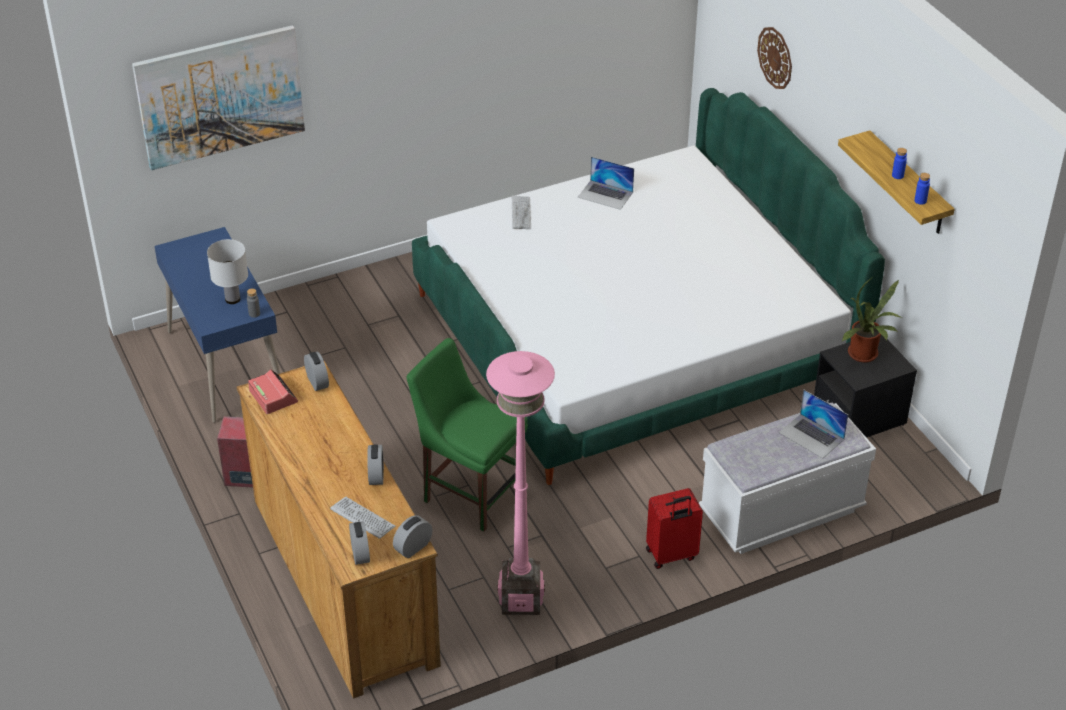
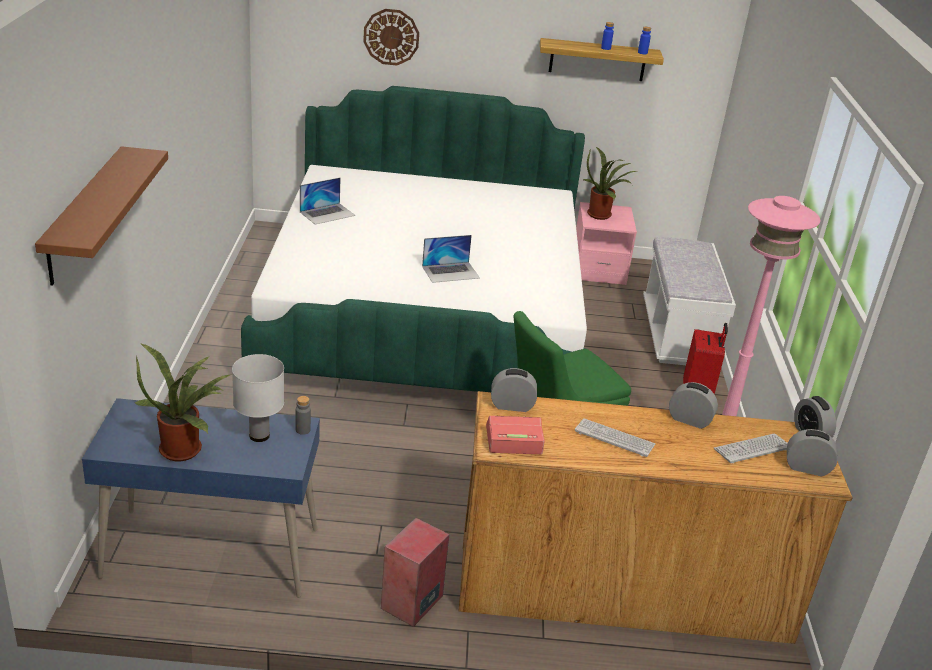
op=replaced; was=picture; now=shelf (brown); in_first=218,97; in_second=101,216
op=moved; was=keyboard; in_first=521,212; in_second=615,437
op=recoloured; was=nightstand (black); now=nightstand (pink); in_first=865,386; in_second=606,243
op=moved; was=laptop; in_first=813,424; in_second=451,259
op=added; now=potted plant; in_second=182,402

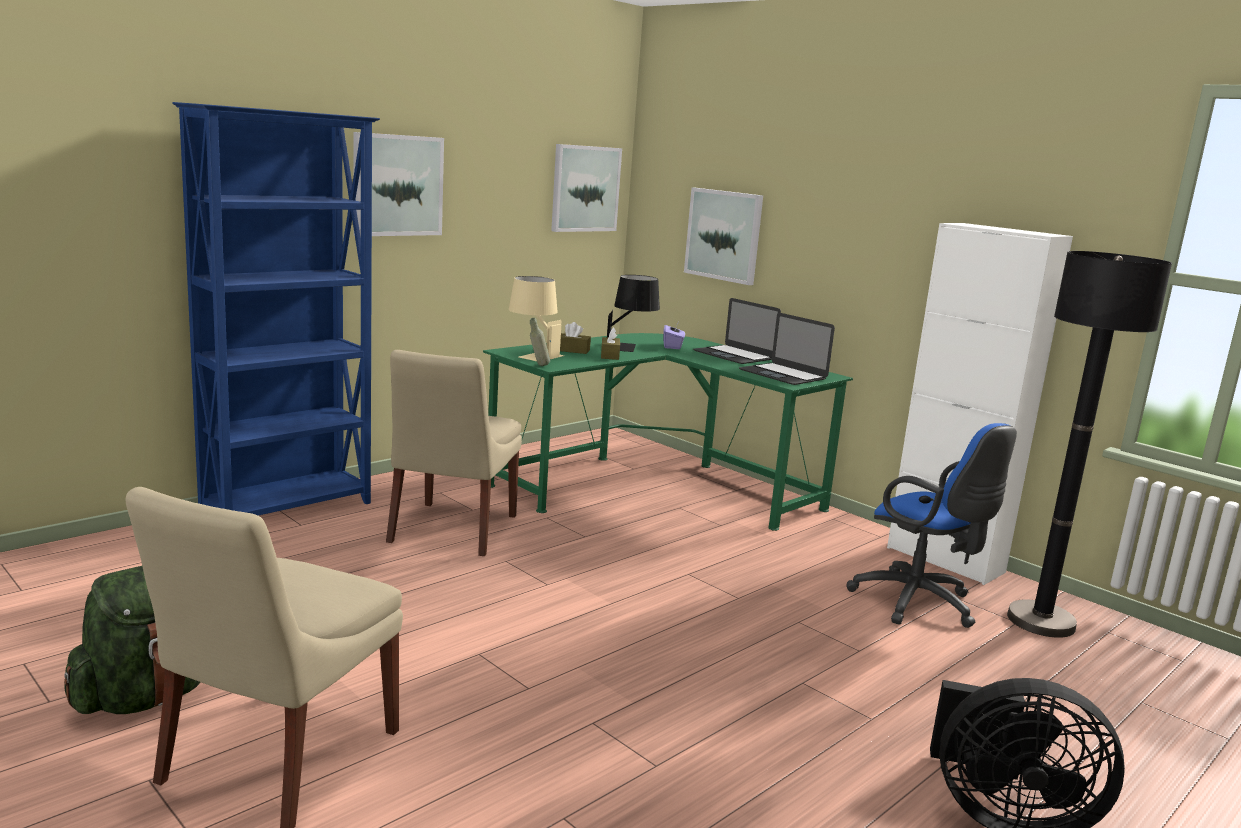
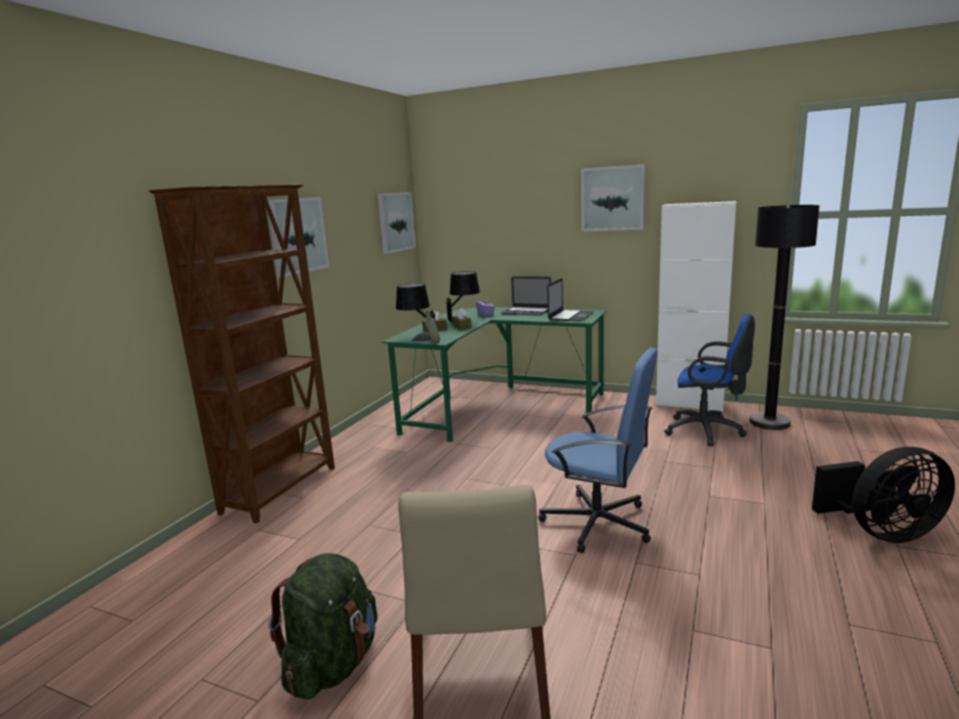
op=recoloured; was=bookcase (blue); now=bookcase (brown); in_first=276,309; in_second=242,354
op=moved; was=picture; in_first=723,236; in_second=613,197
op=recoloured; was=table lamp (beige); now=table lamp (black); in_first=536,318; in_second=415,312
op=turned; was=laptop; in_first=787,349; in_second=570,299; clockwise=-90
op=removed; was=chair (beige); in_first=454,453
op=added; now=office chair (blue); in_second=598,450

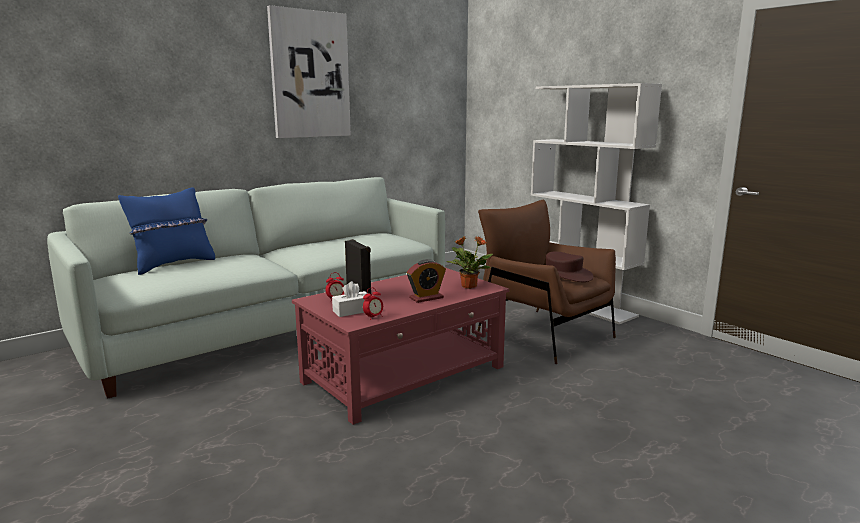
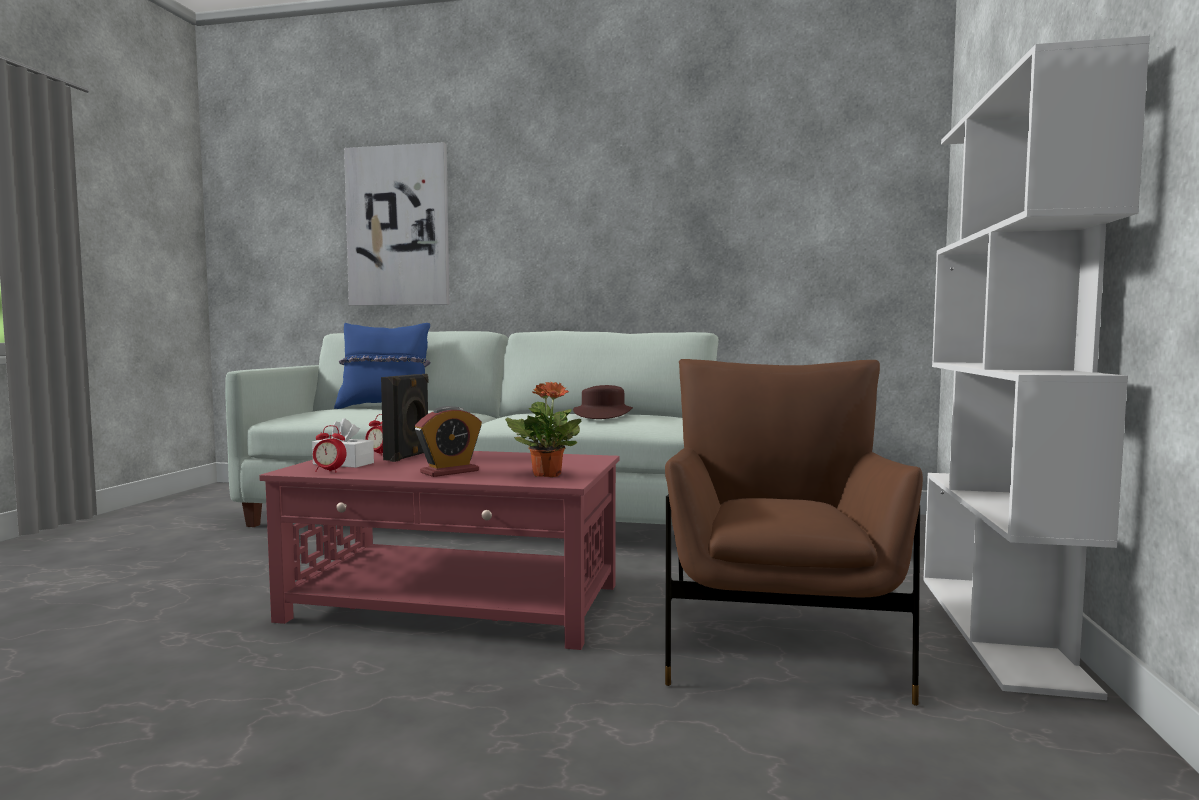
op=moved; was=picture; in_first=309,71; in_second=397,224
op=moved; was=hat (brown); in_first=570,266; in_second=603,402
op=turned; was=alarm clock; in_first=426,281; in_second=448,441; clockwise=-60

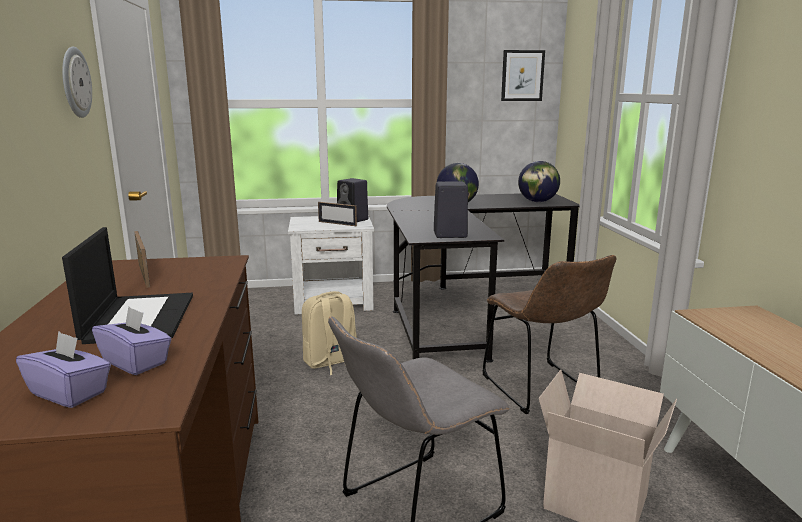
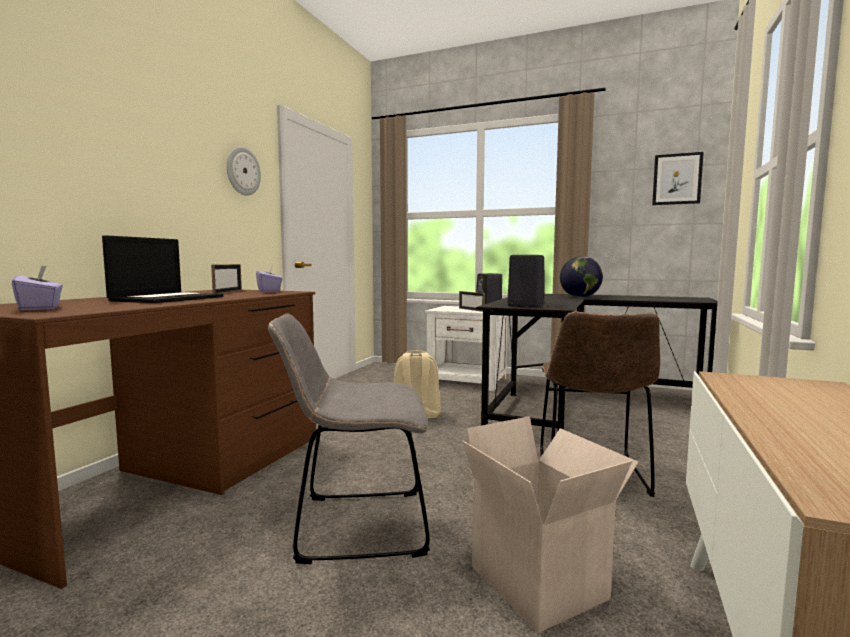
op=removed; was=globe; in_first=539,181
op=moved; was=tissue box (purple); in_first=132,341; in_second=269,278

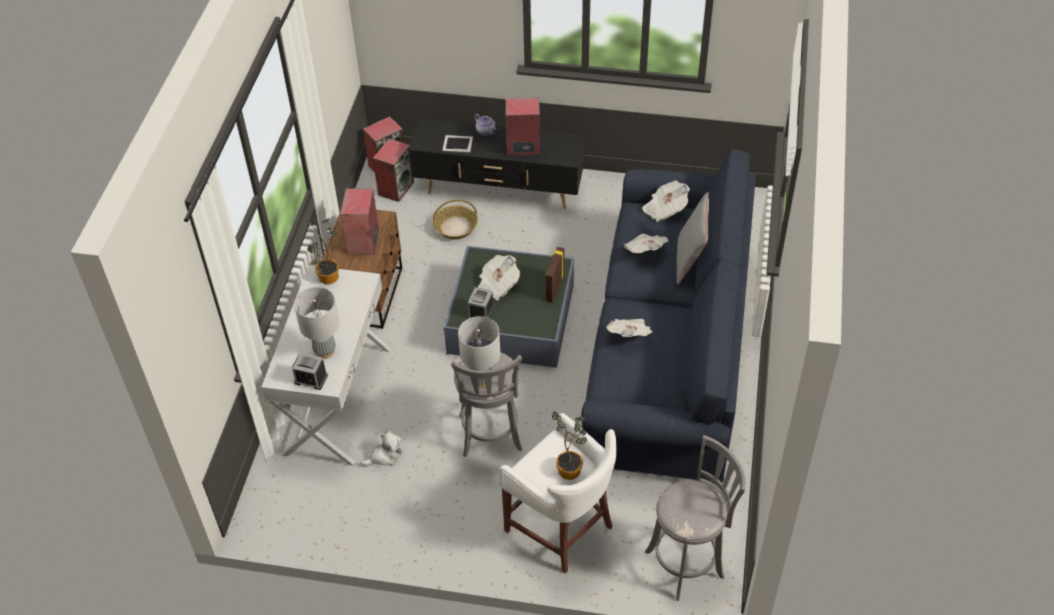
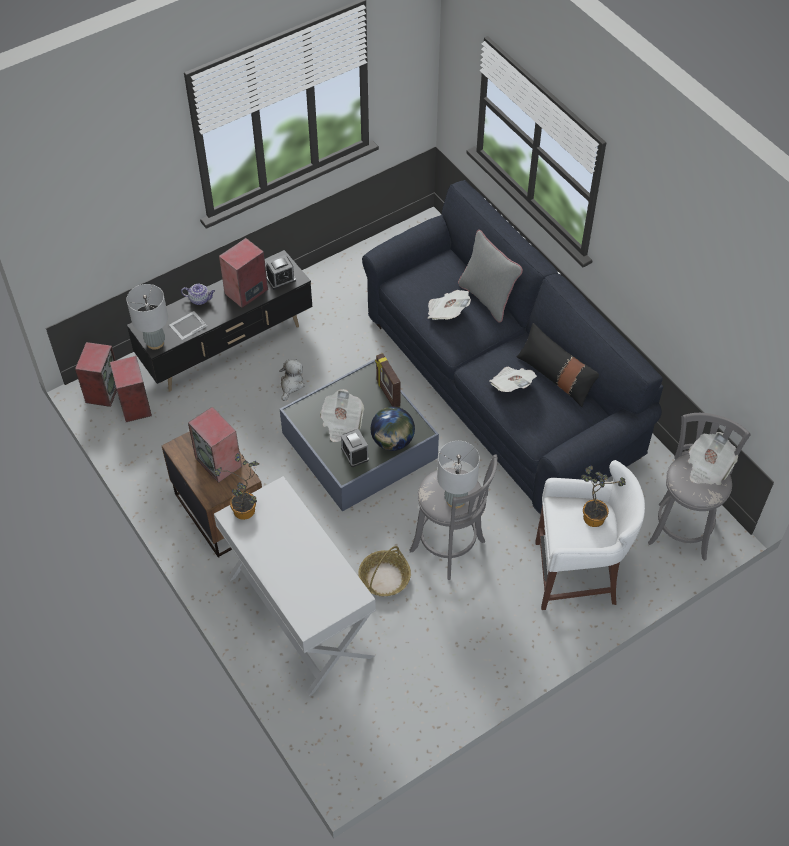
op=moved; was=newspaper; in_first=666,201; in_second=713,458
op=moved; was=basket; in_first=455,219; in_second=384,571
op=moved; was=table lamp (grey); in_first=317,323; in_second=147,317
op=moved; was=alarm clock; in_first=310,371; in_second=281,272
op=moved; was=plush toy; in_first=381,448; in_second=292,380
op=added; now=pillow (black); in_second=558,365
op=added; now=globe; in_second=393,428

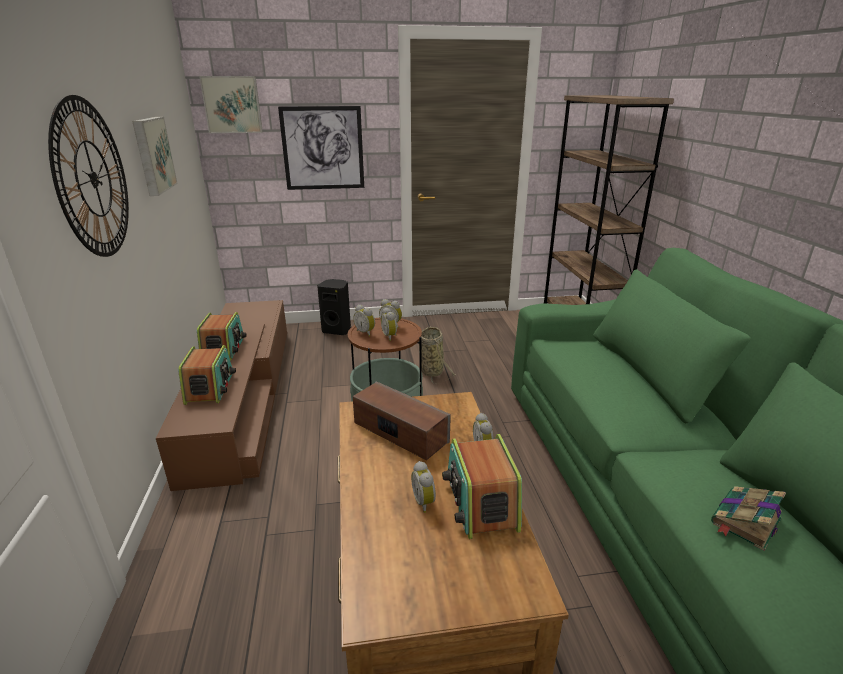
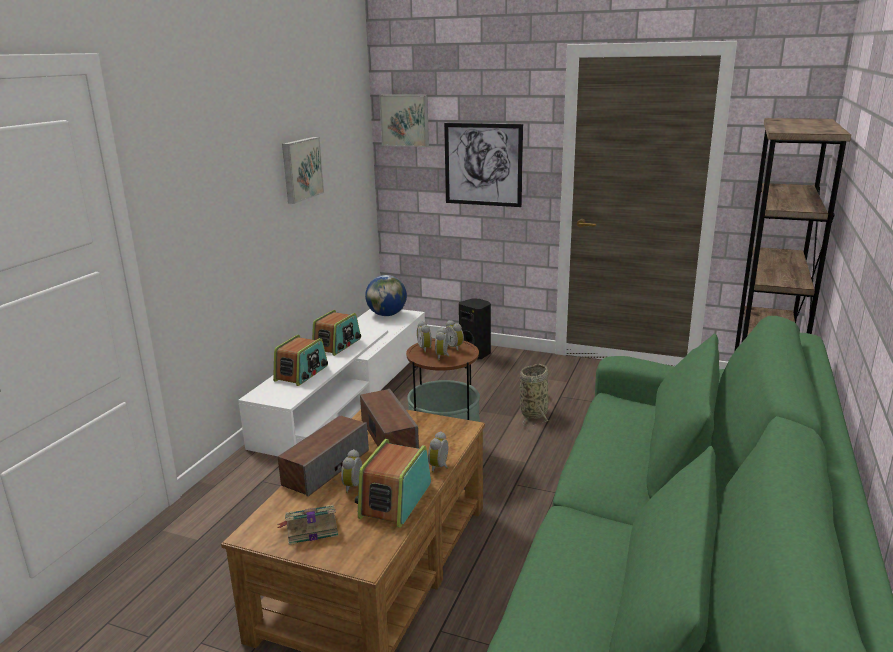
op=removed; was=wall clock; in_first=88,176
op=recoloured; was=tv stand (brown); now=tv stand (white); in_first=221,395; in_second=331,382
op=moved; was=book; in_first=748,518; in_second=308,525
op=added; now=globe; in_second=386,295
op=added; now=speaker; in_second=323,456

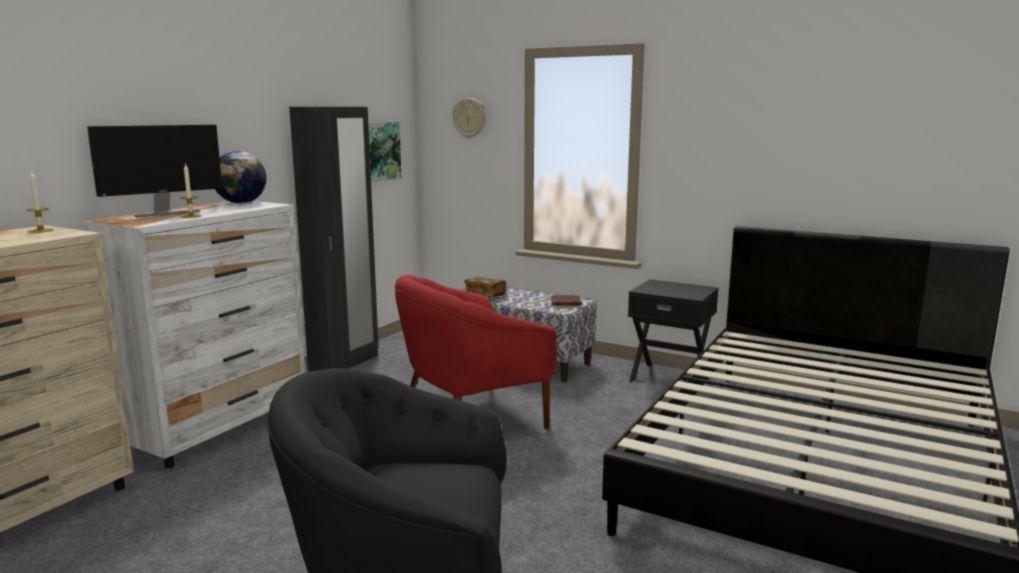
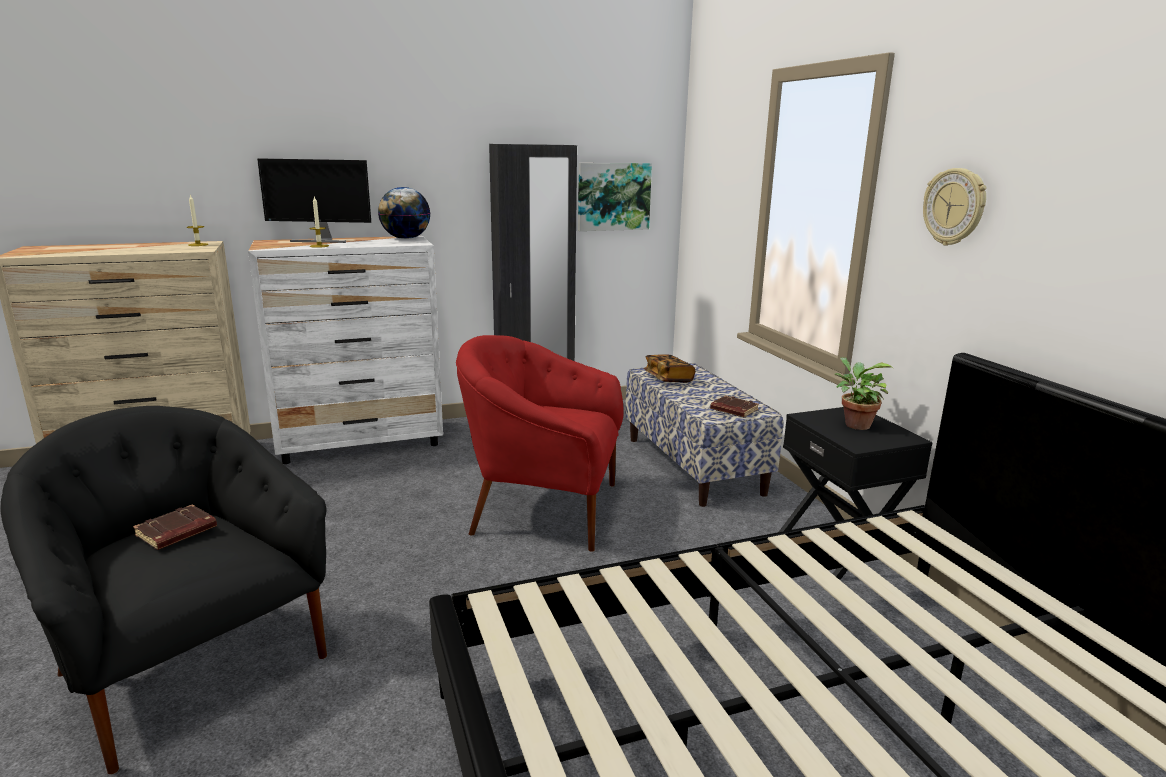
op=moved; was=wall clock; in_first=469,118; in_second=955,207
op=added; now=potted plant; in_second=864,393
op=added; now=book (brown); in_second=175,527

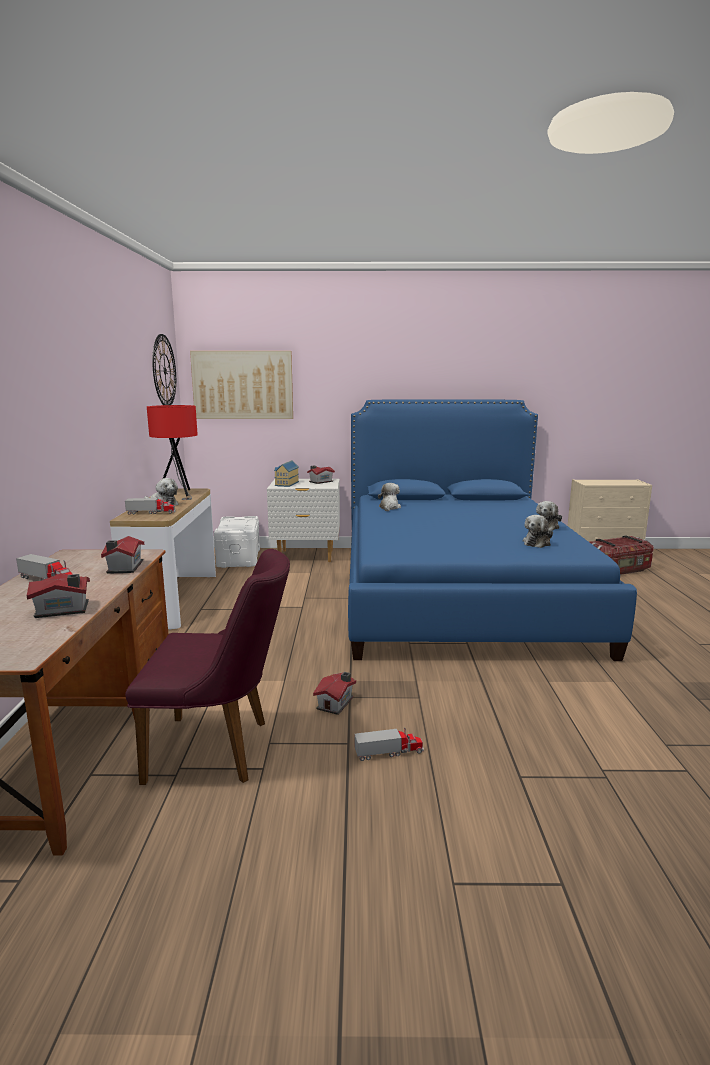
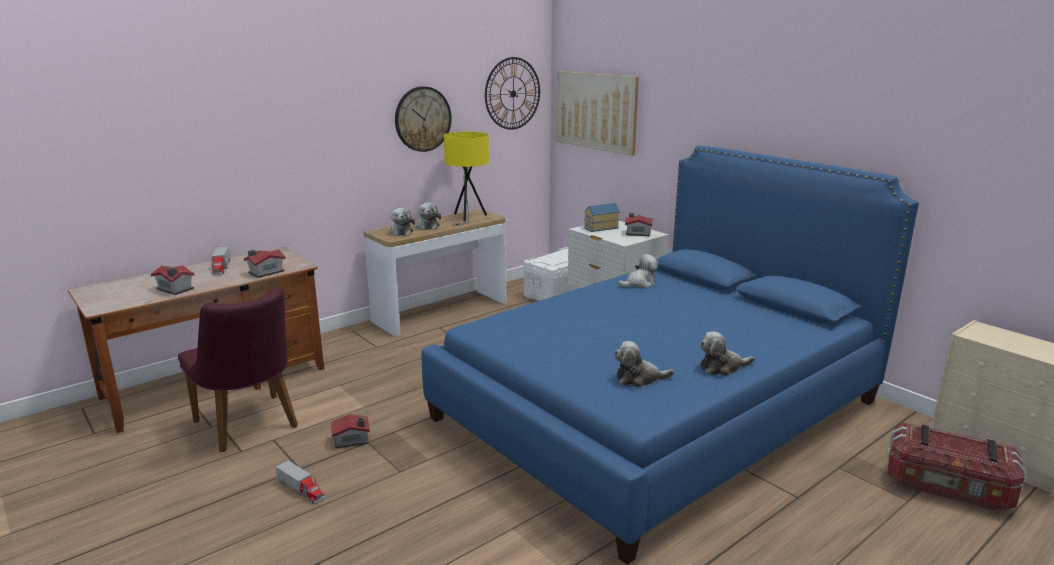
op=recoloured; was=table lamp (red); now=table lamp (yellow); in_first=172,452; in_second=466,179
op=replaced; was=toy truck; now=plush toy; in_first=150,506; in_second=402,222
op=added; now=wall clock; in_second=423,119

